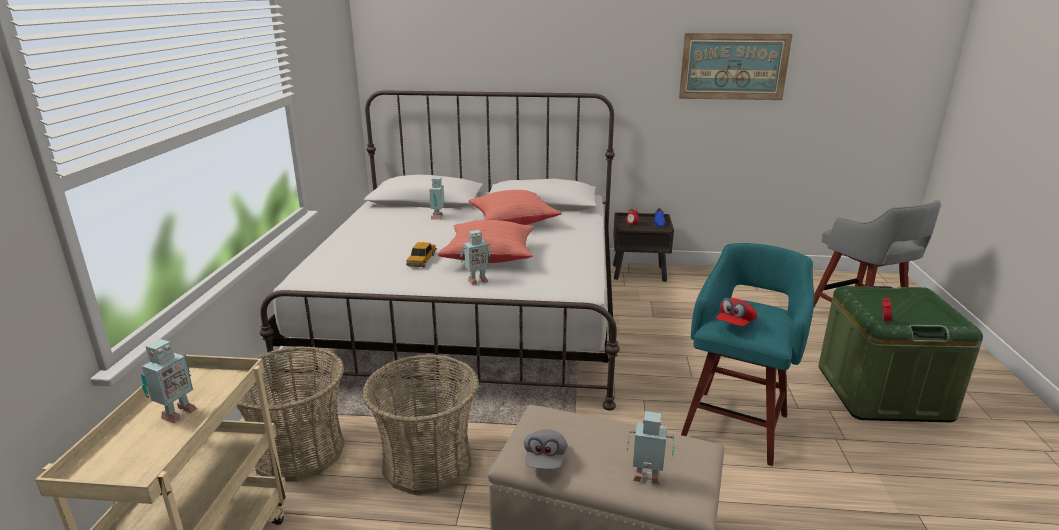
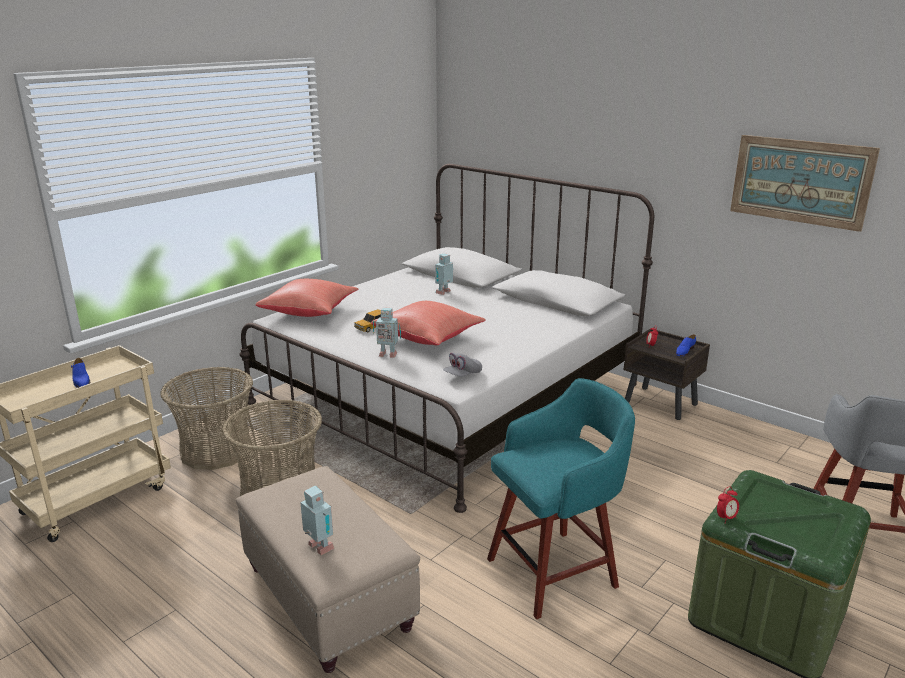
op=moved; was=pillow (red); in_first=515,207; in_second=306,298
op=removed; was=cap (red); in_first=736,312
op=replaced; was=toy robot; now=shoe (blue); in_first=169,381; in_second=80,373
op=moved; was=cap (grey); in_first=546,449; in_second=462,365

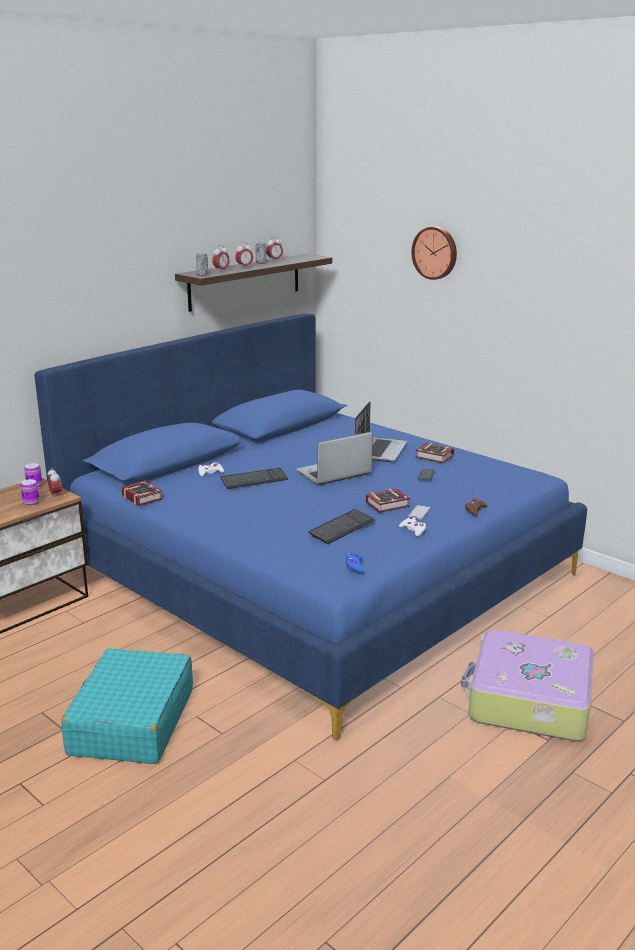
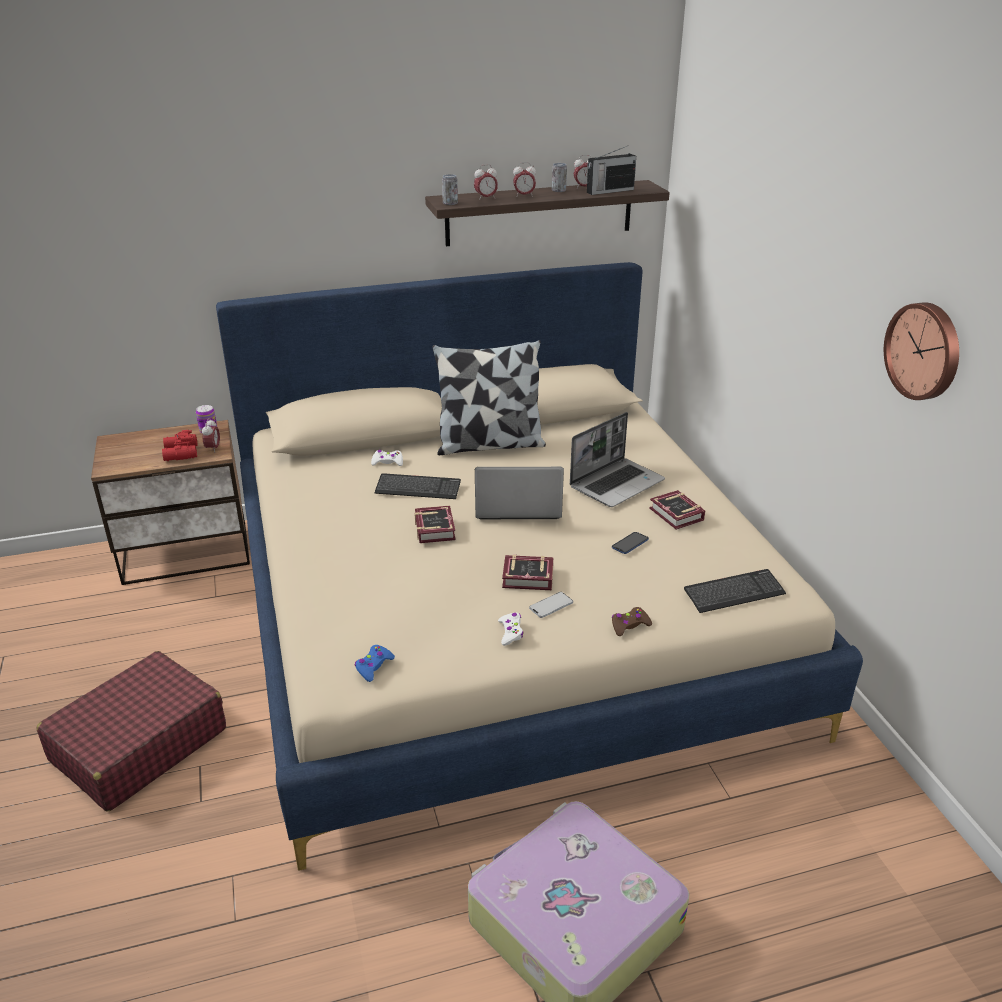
op=moved; was=wall clock; in_first=434,253; in_second=921,351
op=recoloured; was=bed (blue); now=bed (beige); in_first=310,527; in_second=539,566
op=replaced; was=can; now=binoculars (red); in_first=30,492; in_second=180,445
op=moved; was=book; in_first=142,493; in_second=435,524
op=moved; was=keyboard; in_first=341,526; in_second=735,591
op=recoloured; was=suitcase (turquoise); now=suitcase (red); in_first=127,706; in_second=131,731
op=added; now=radio; in_second=611,170
op=added; now=pillow; in_second=489,397

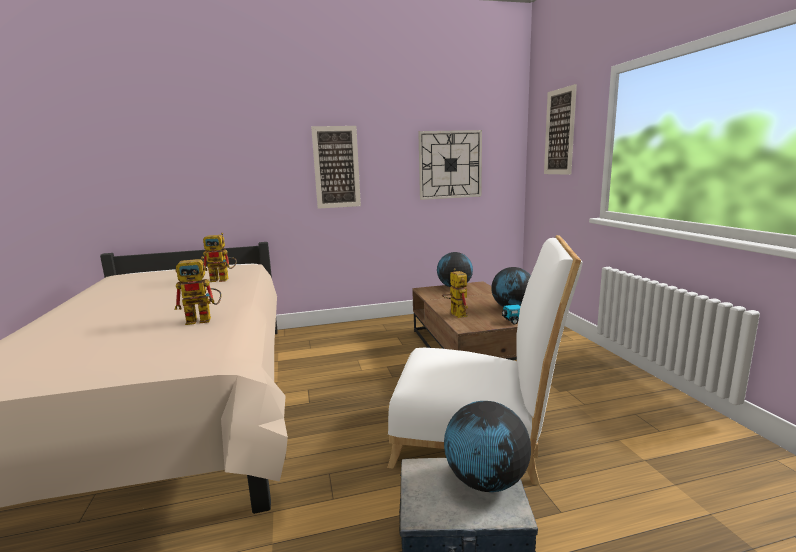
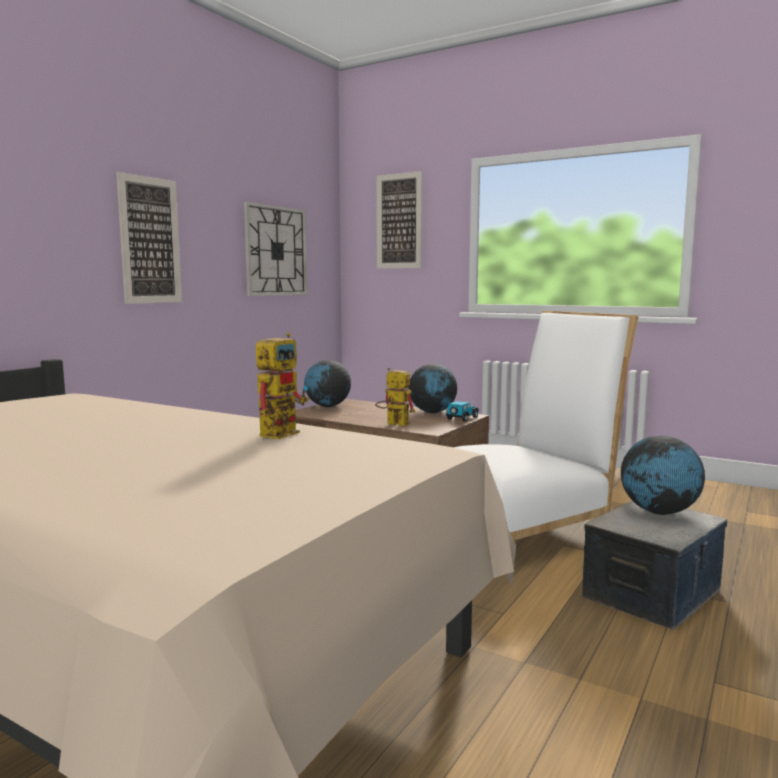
op=removed; was=toy robot; in_first=220,257

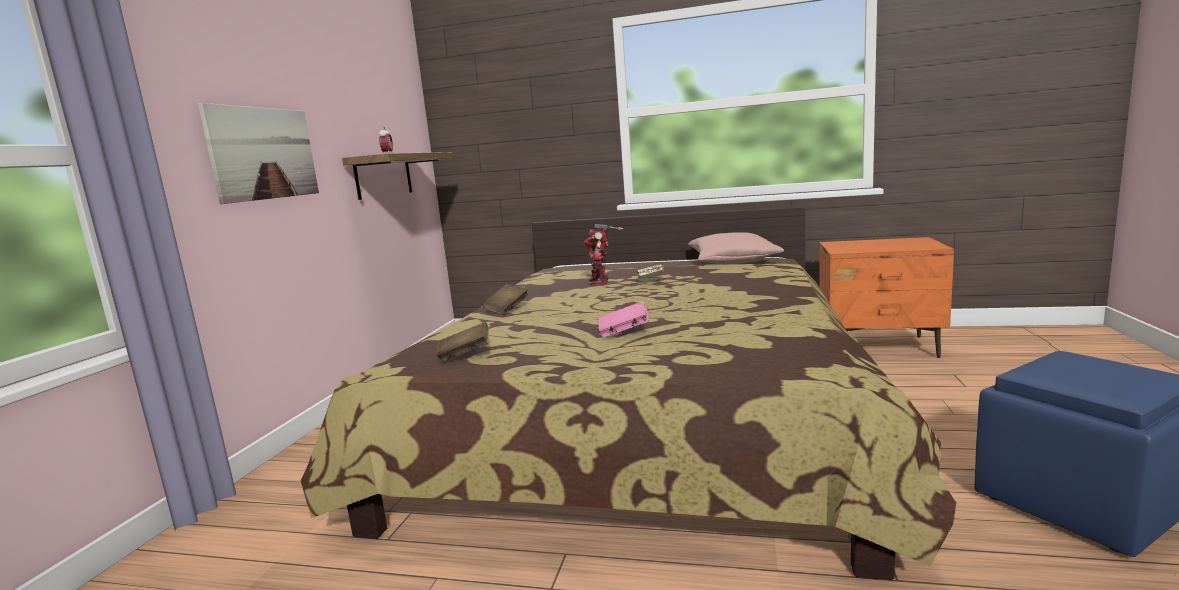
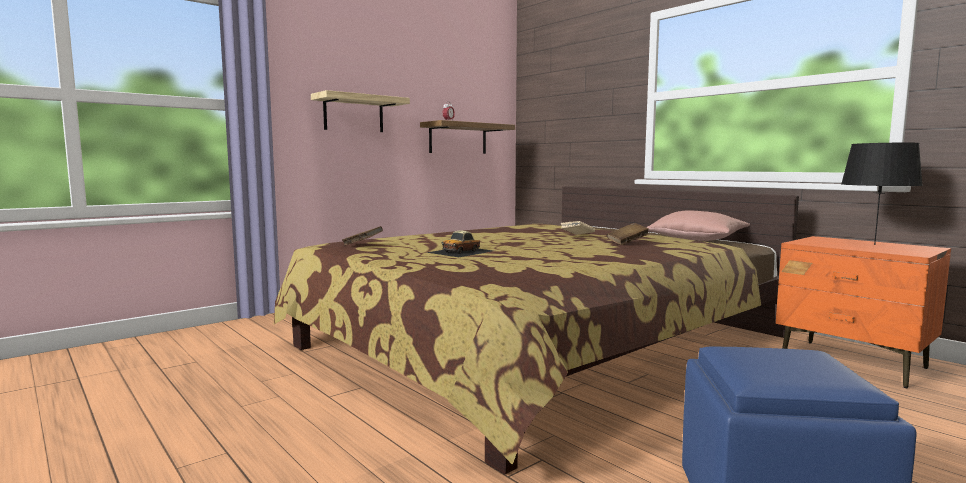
op=replaced; was=picture; now=shelf; in_first=258,153; in_second=360,111
op=removed; was=toy robot; in_first=603,254
op=moved; was=book (brown); in_first=506,299; in_second=628,234
op=replaced; was=book (pink); now=toy car; in_first=624,319; in_second=459,244
op=added; now=table lamp (black); in_second=882,194

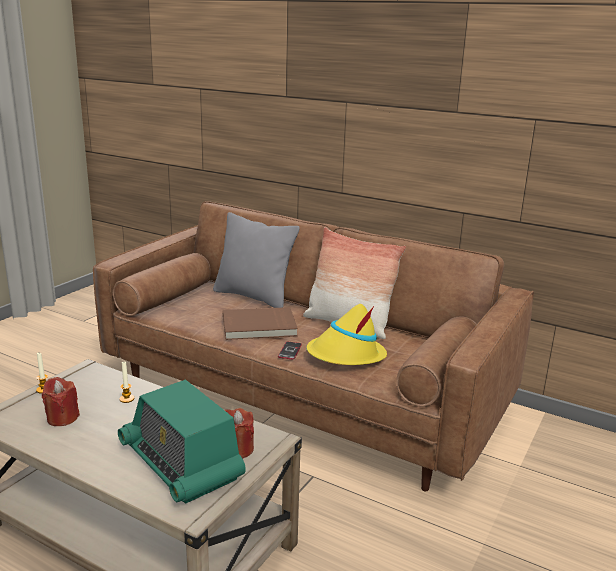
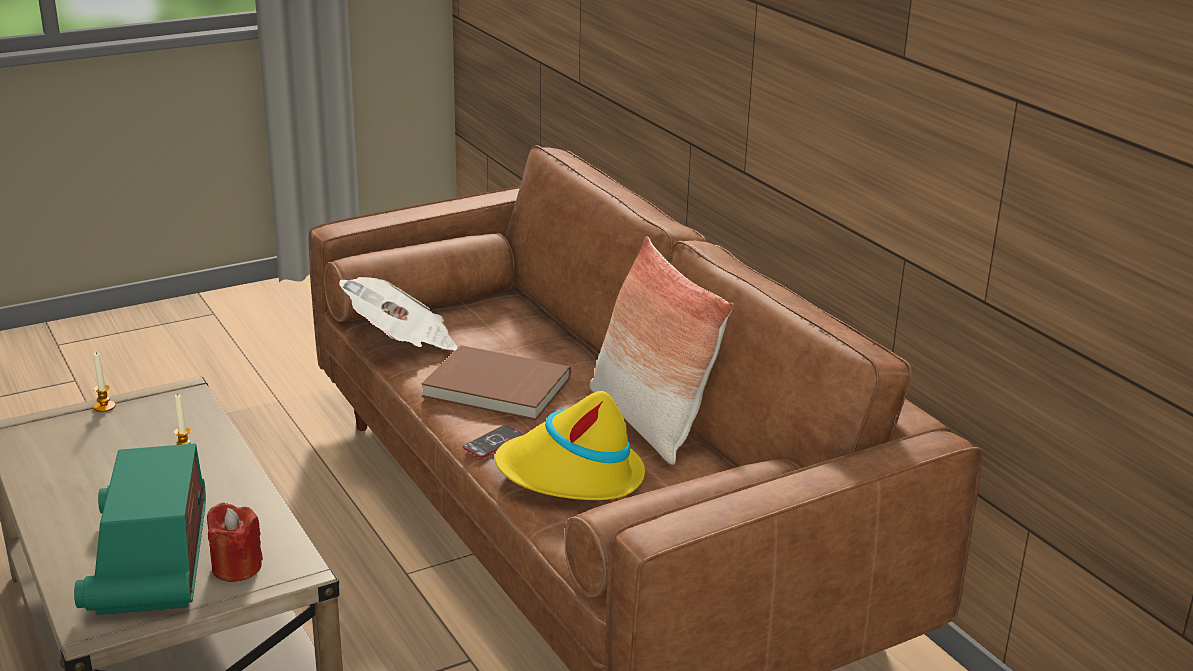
op=removed; was=pillow (grey); in_first=256,260
op=removed; was=candle (red); in_first=61,401
op=added; now=newspaper; in_second=398,313

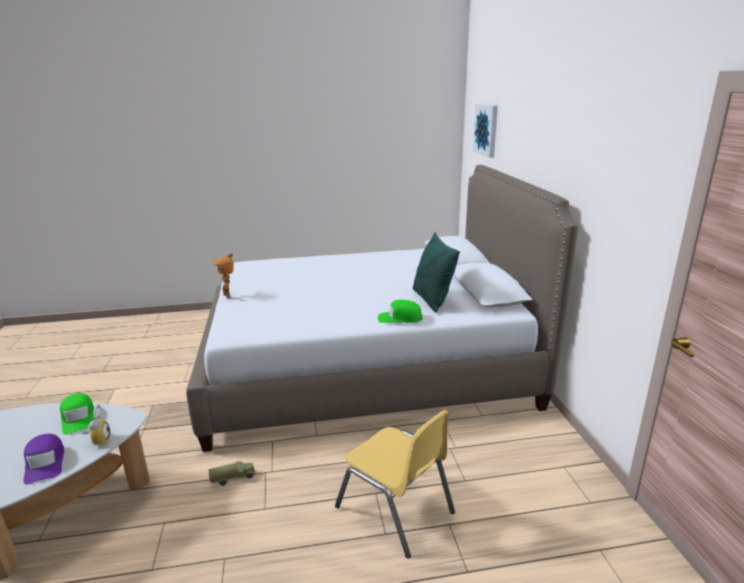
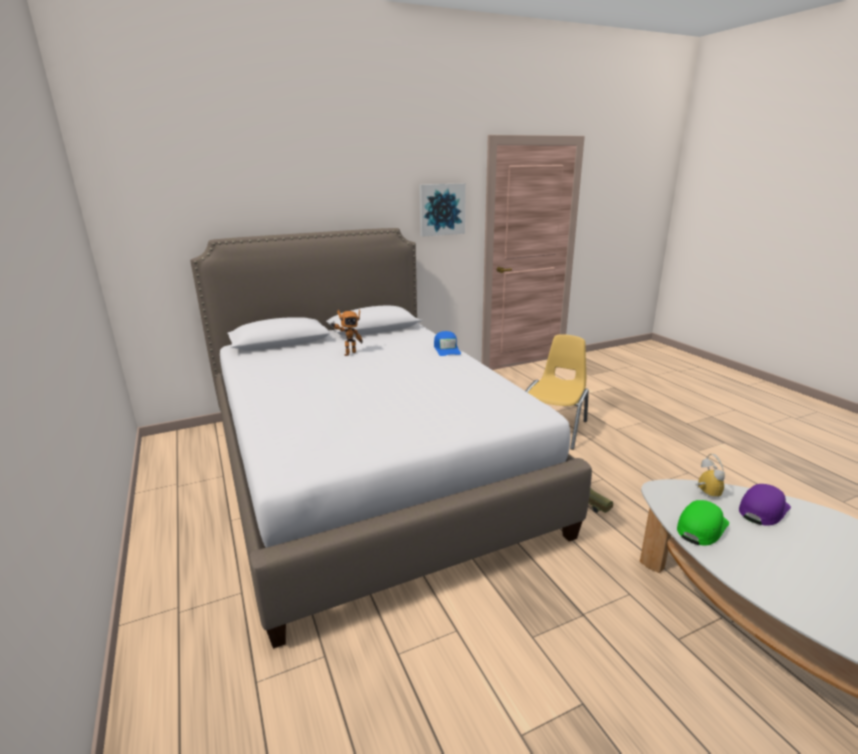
op=moved; was=picture; in_first=485,131; in_second=442,210
op=removed; was=pillow (green); in_first=436,272
op=moved; was=toy robot; in_first=224,275; in_second=347,333
op=recoloured; was=cap (green); now=cap (blue); in_first=400,311; in_second=447,343
op=turned; was=alarm clock; in_first=96,424; in_second=710,476; clockwise=105

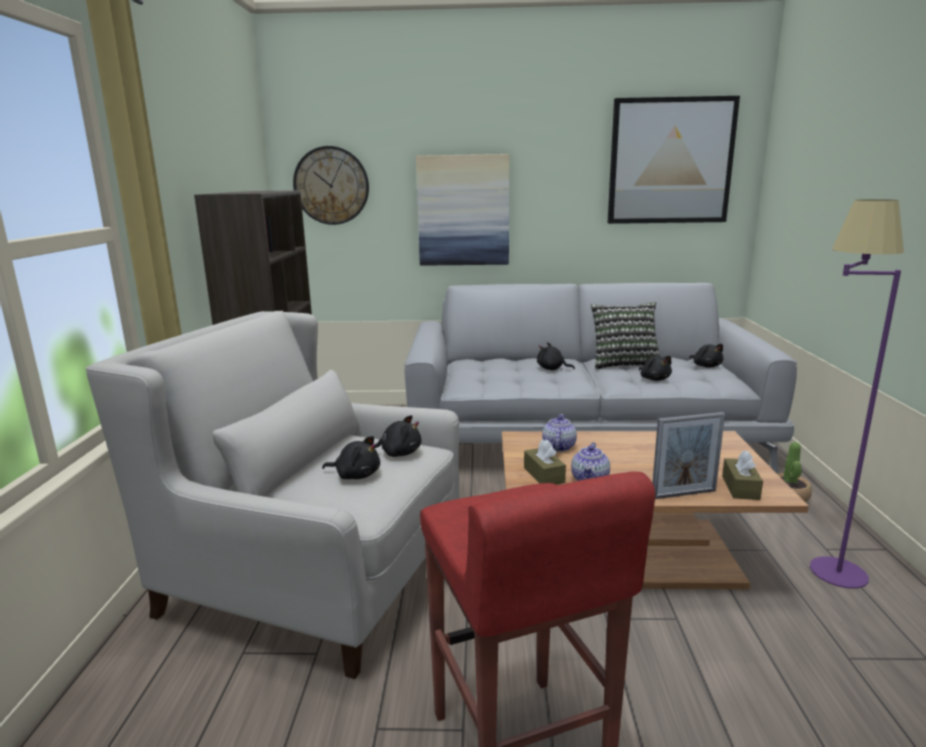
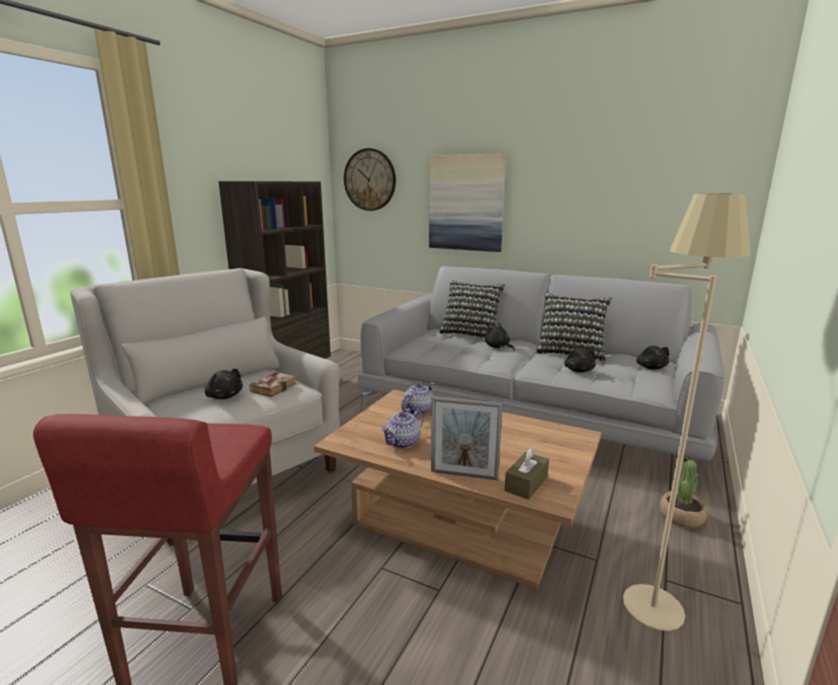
op=removed; was=picture; in_first=673,160
op=recoloured; was=floor lamp (purple); now=floor lamp (beige); in_first=857,393; in_second=687,412
op=replaced; was=plush toy (black); now=book; in_first=397,436; in_second=273,384
op=removed; was=tissue box (brown); in_first=545,462
op=added; now=pillow; in_second=472,309

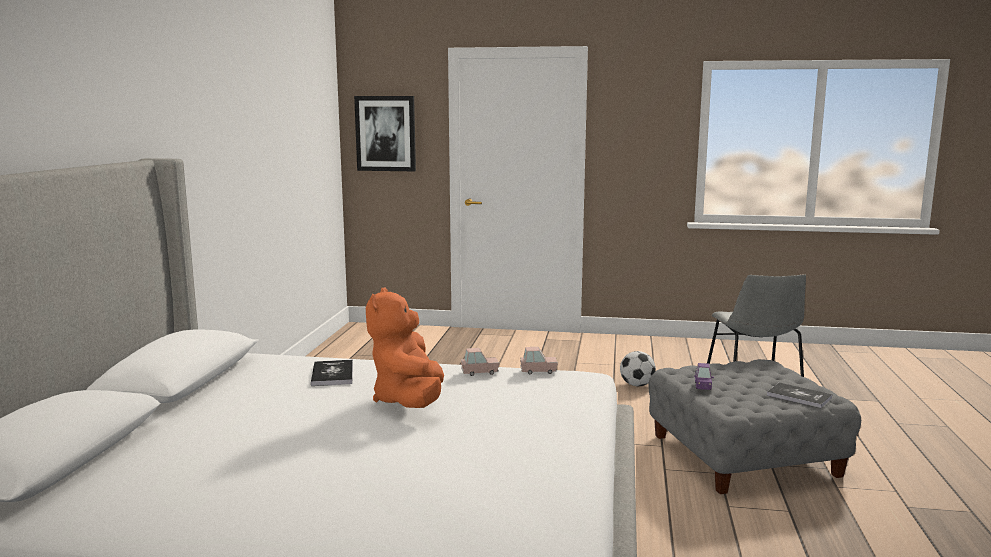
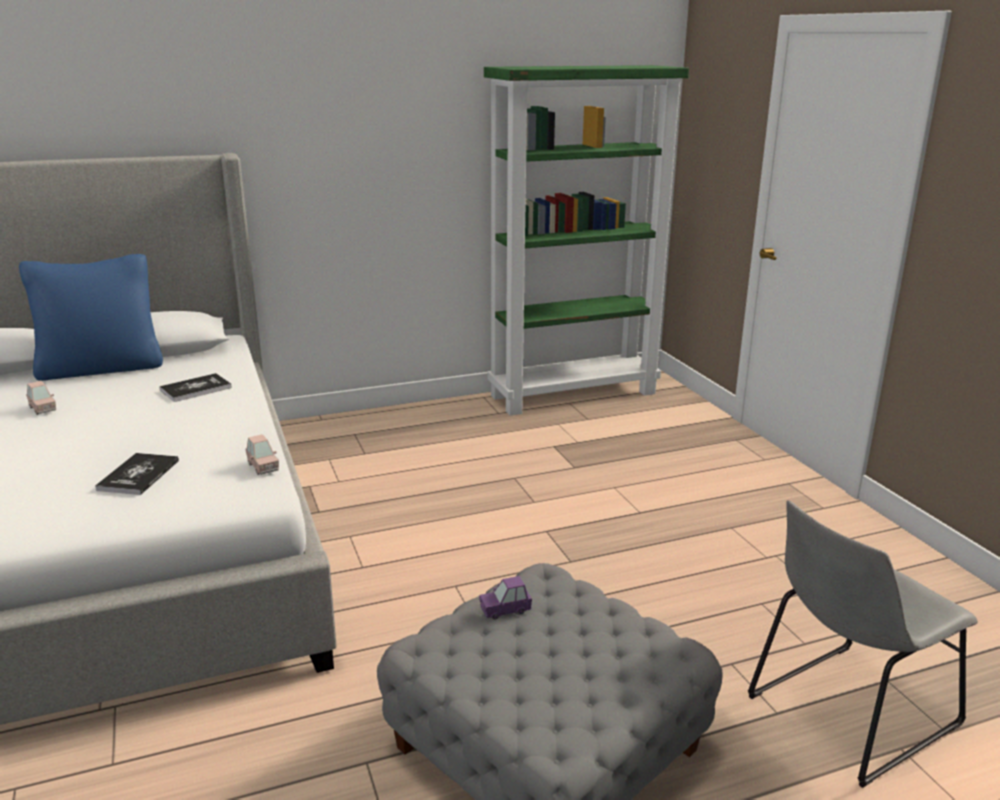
op=removed; was=picture; in_first=385,133
op=removed; was=plush toy (orange); in_first=405,348
op=moved; was=toy car (pink); in_first=480,362; in_second=41,398
op=removed; was=football; in_first=638,368
op=moved; was=book; in_first=799,395; in_second=137,474
op=added; now=bookcase (green); in_second=586,240
op=added; now=pillow (blue); in_second=91,317

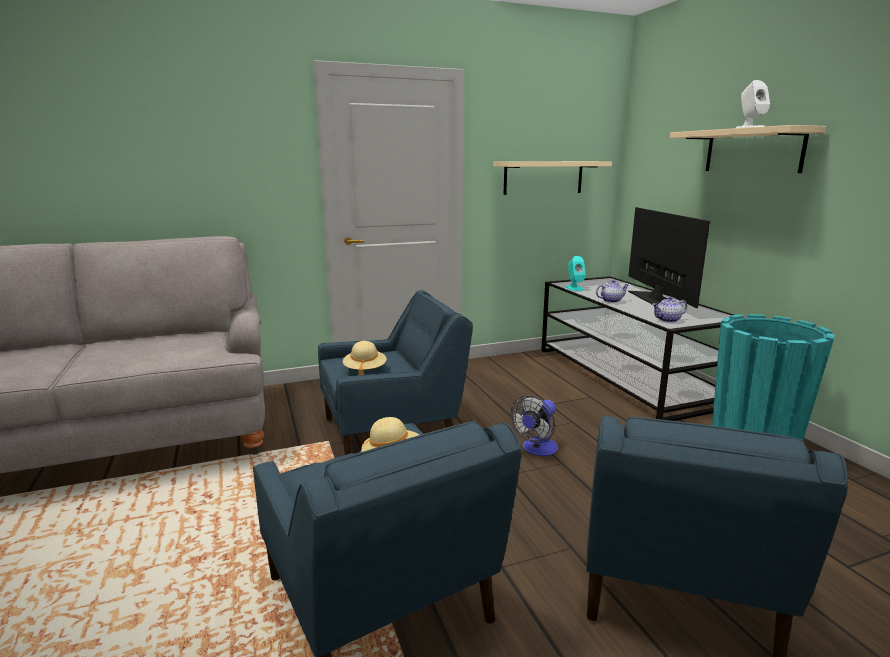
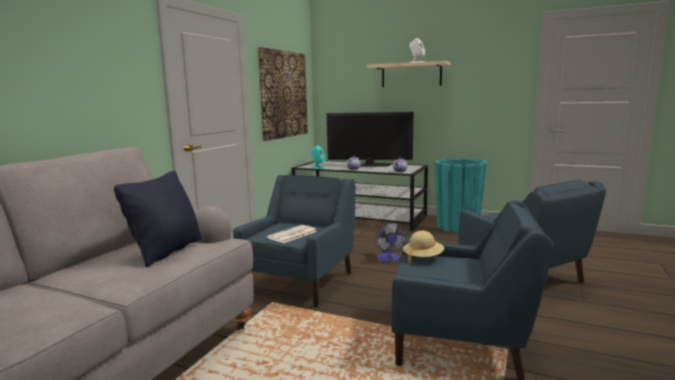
op=replaced; was=shelf (beige); now=picture; in_first=553,178; in_second=282,94
op=turned; was=television; in_first=669,257; in_second=370,139; clockwise=150
op=replaced; was=hat (beige); now=newspaper; in_first=365,358; in_second=291,234
op=added; now=pillow (black); in_second=158,219

